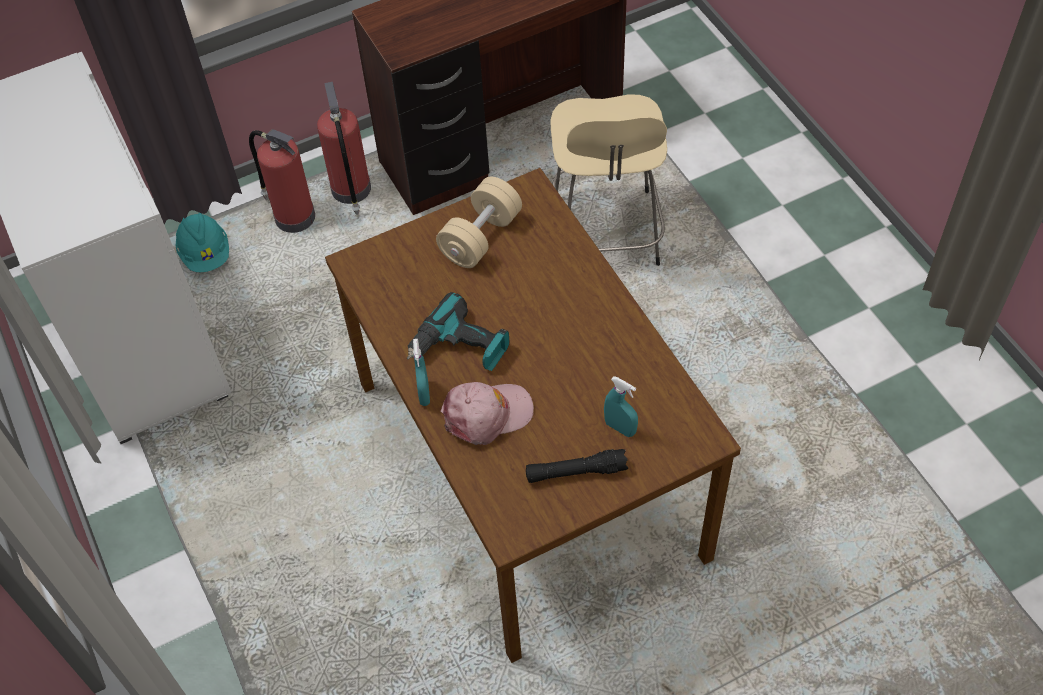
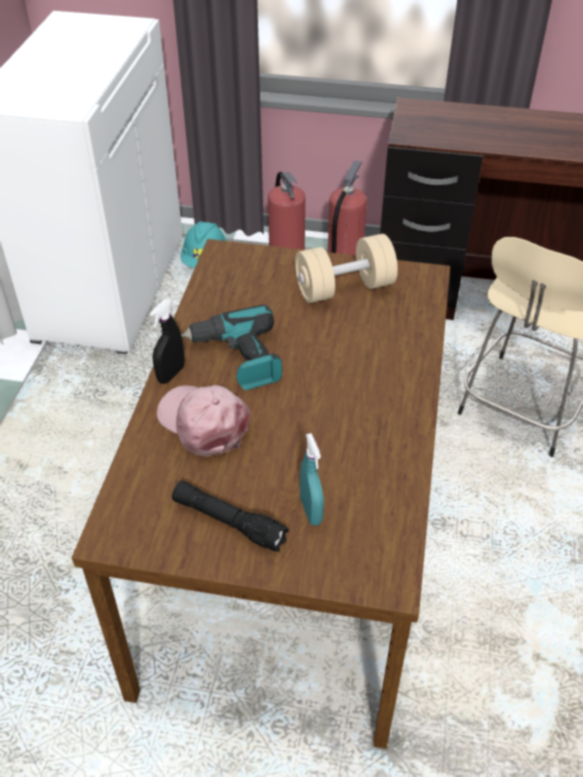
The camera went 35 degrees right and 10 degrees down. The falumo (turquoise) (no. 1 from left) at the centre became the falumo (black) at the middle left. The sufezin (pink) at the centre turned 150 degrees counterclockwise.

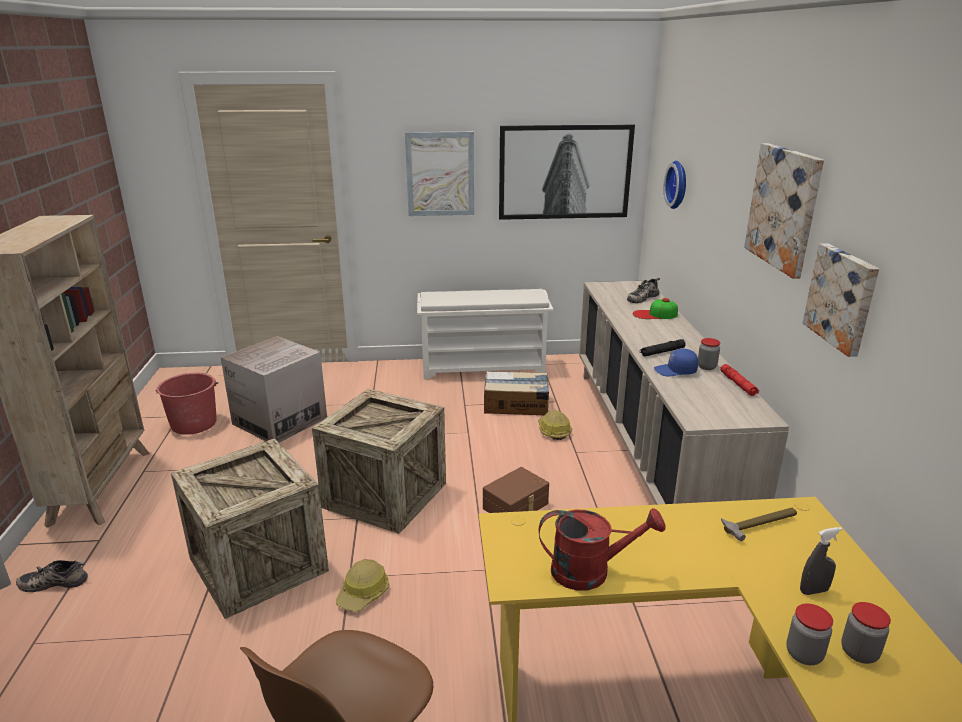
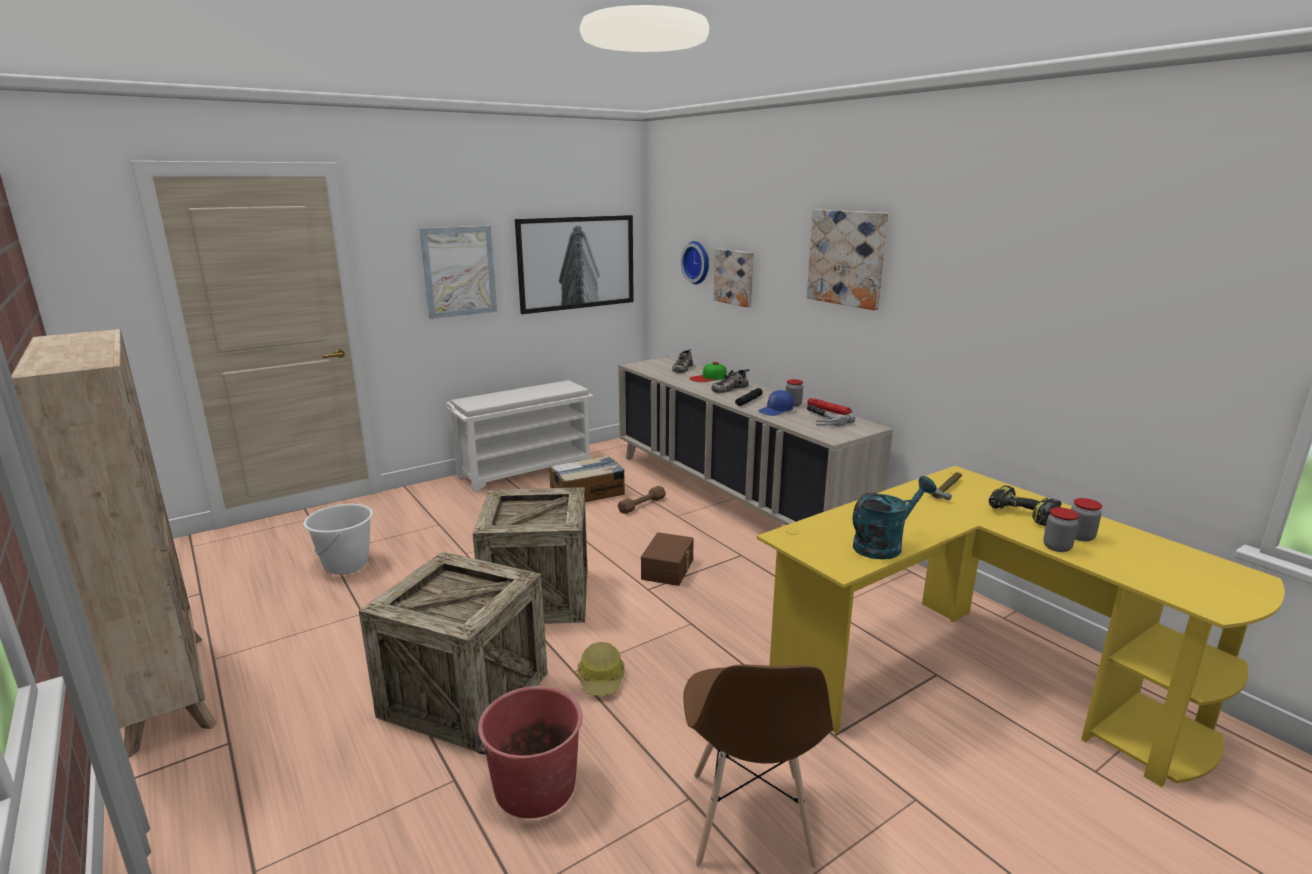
The camera went 30 degrees left and 5 degrees down. The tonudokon (no. 1 from left) at the middle left was replaced by the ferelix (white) at the middle left. The ferelix (red) moved from the middle left to the bottom centre. The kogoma (no. 2 from left) at the centre was replaced by the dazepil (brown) at the centre. The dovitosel (no. 1 from left in the first image) moved from the bottom left to the centre. The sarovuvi (no. 4 from left in the first image) moved from the middle right to the top centre. The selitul (no. 1 from left) at the centre appeared. The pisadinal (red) at the bottom centre became the pisadinal (turquoise) at the middle right. The falumo (grey) at the bottom right was replaced by the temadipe at the middle right.

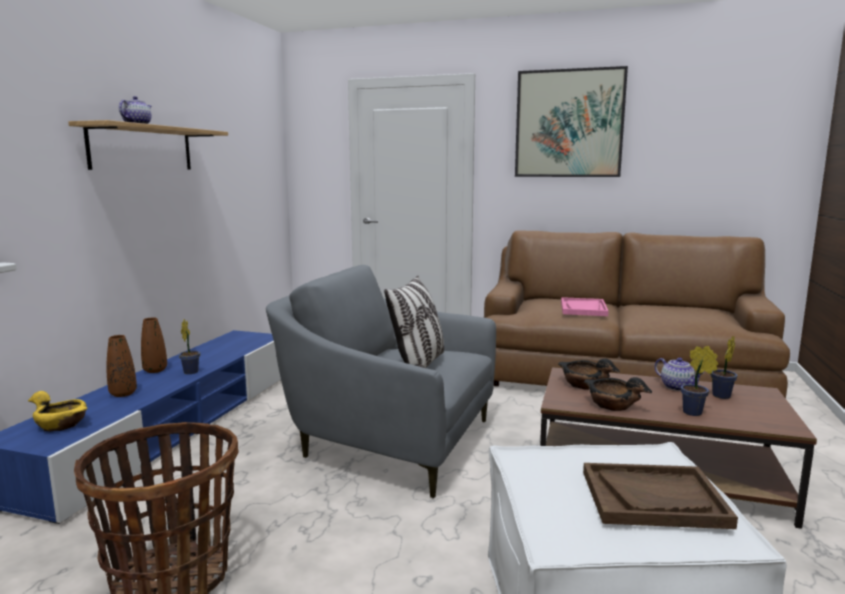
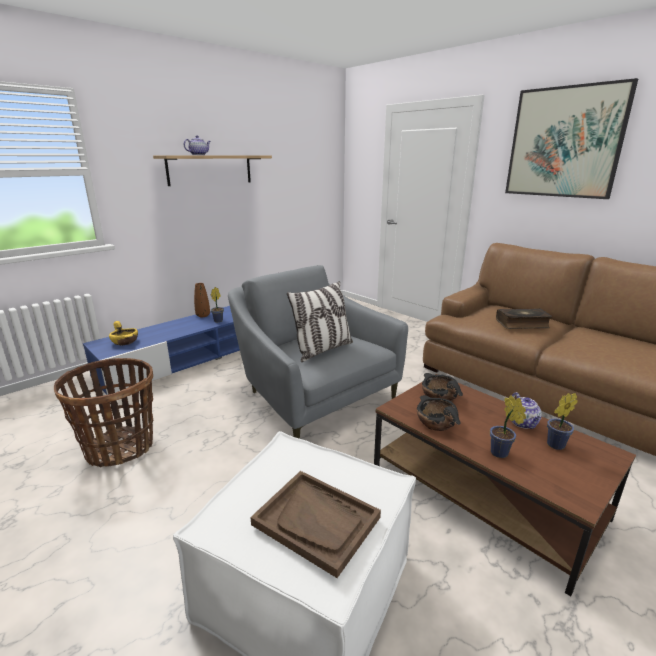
The camera went 30 degrees right and 10 degrees up. The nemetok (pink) at the middle right was replaced by the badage at the middle right. The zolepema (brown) (no. 1 from left) at the middle left disappeared.

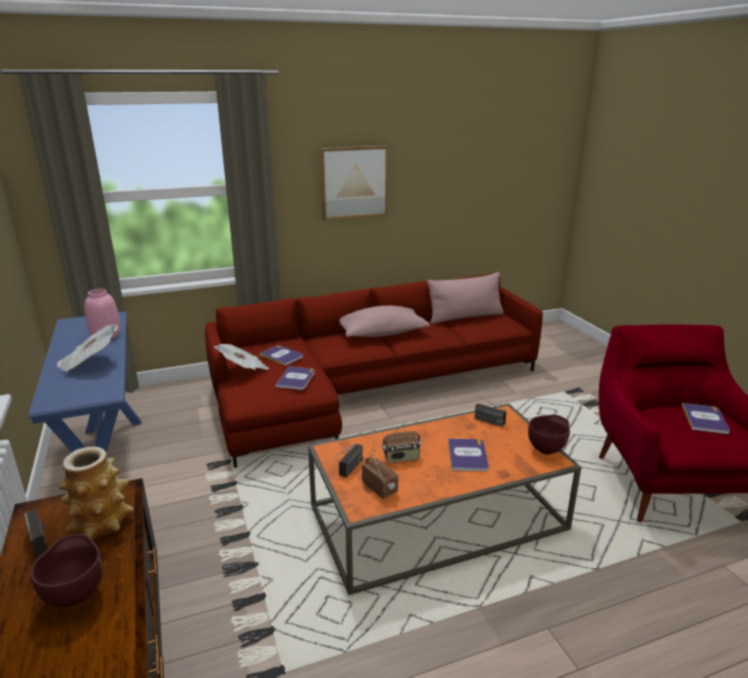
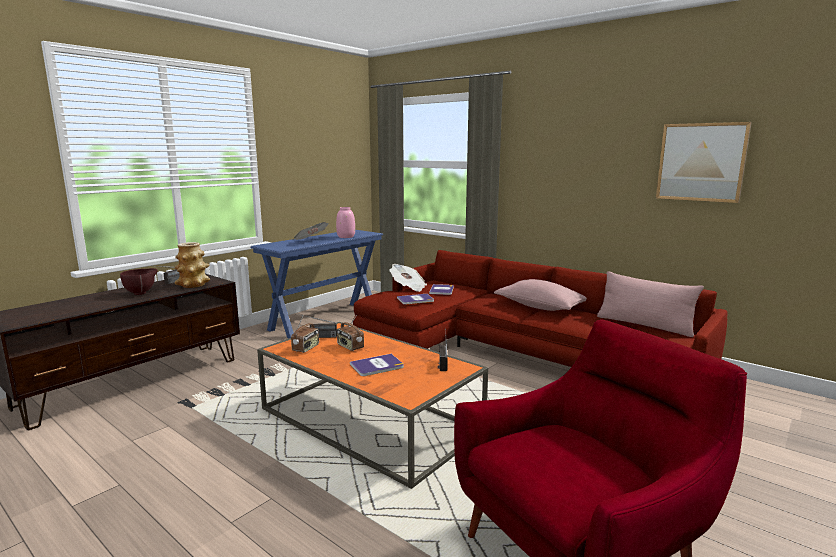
The camera went 60 degrees right and 10 degrees down. The sarovuvi moved from the top centre to the top right. The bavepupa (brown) (no. 2 from left) at the middle right disappeared. The badage (no. 4 from left) at the middle right disappeared.

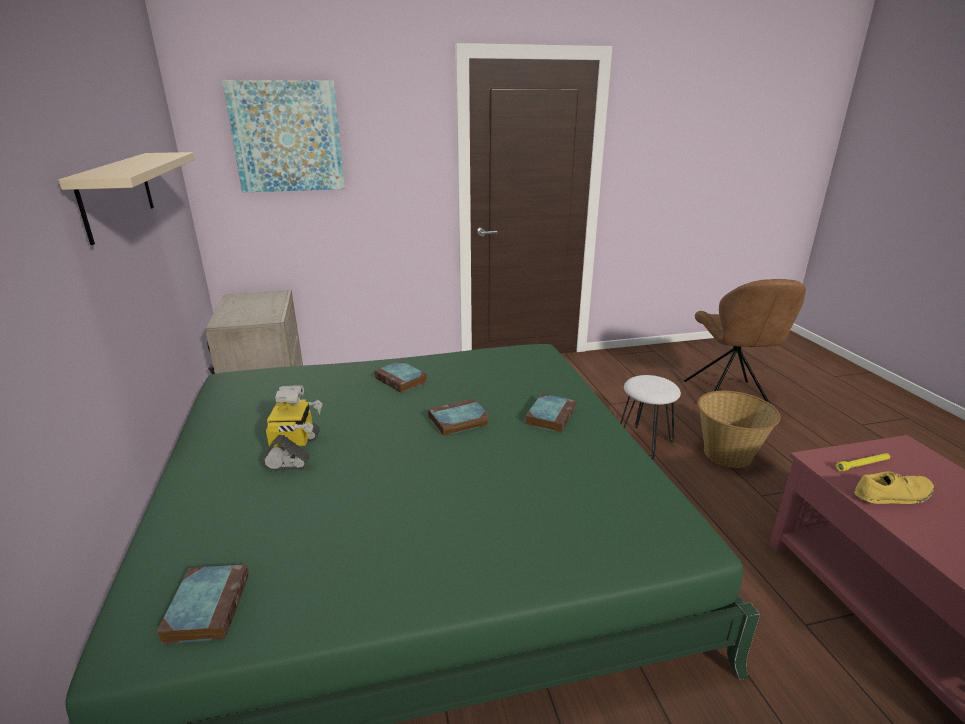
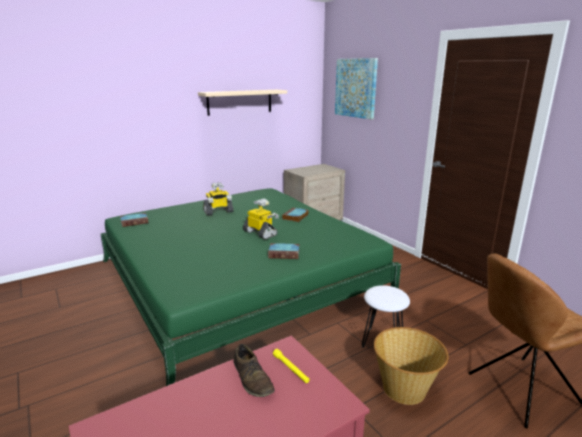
The camera went 70 degrees right and 5 degrees down. The dovitosel (yellow) at the bottom right became the dovitosel (brown) at the bottom centre. The badage (no. 3 from left) at the centre was replaced by the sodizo (no. 2 from left) at the centre.

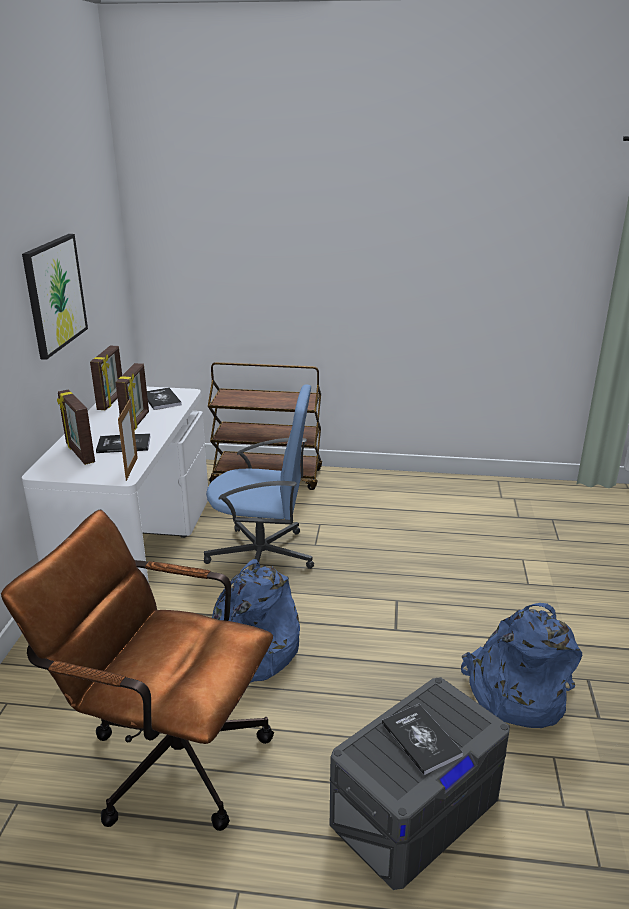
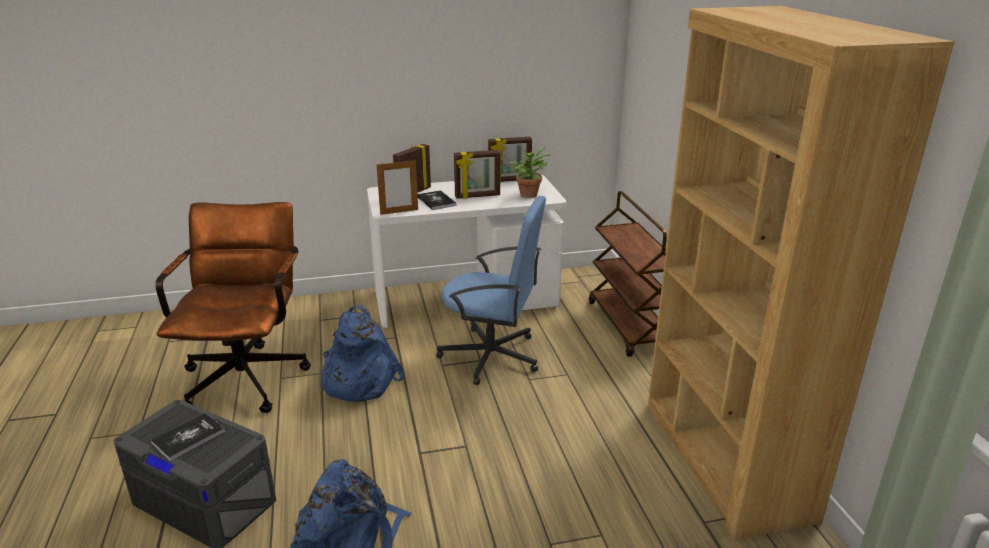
The camera went 70 degrees right and 0 degrees up. The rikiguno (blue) at the centre turned 60 degrees counterclockwise. The badage (no. 2 from left) at the middle left was replaced by the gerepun at the top centre. The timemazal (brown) at the middle right appeared. The sarovuvi at the top left disappeared.

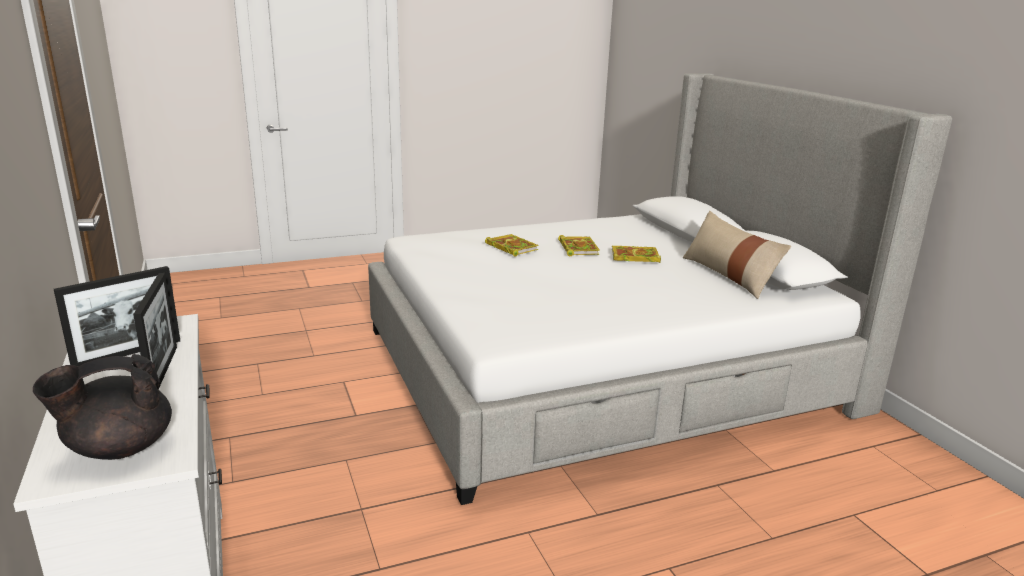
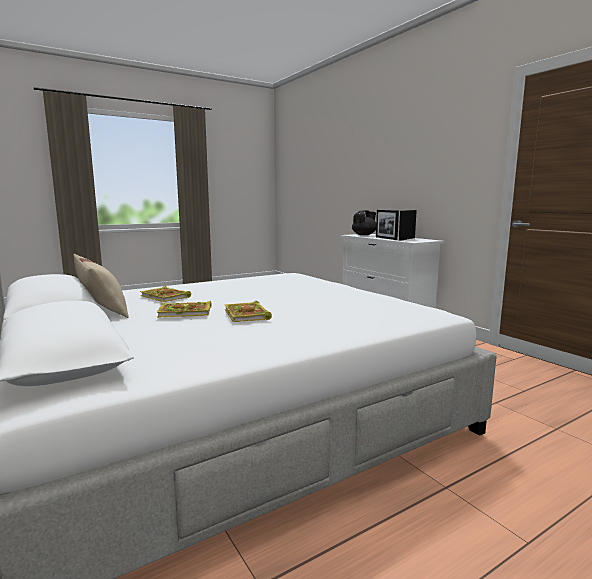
The camera went 170 degrees right and 10 degrees down. The badage (no. 1 from left) moved from the centre to the middle left.

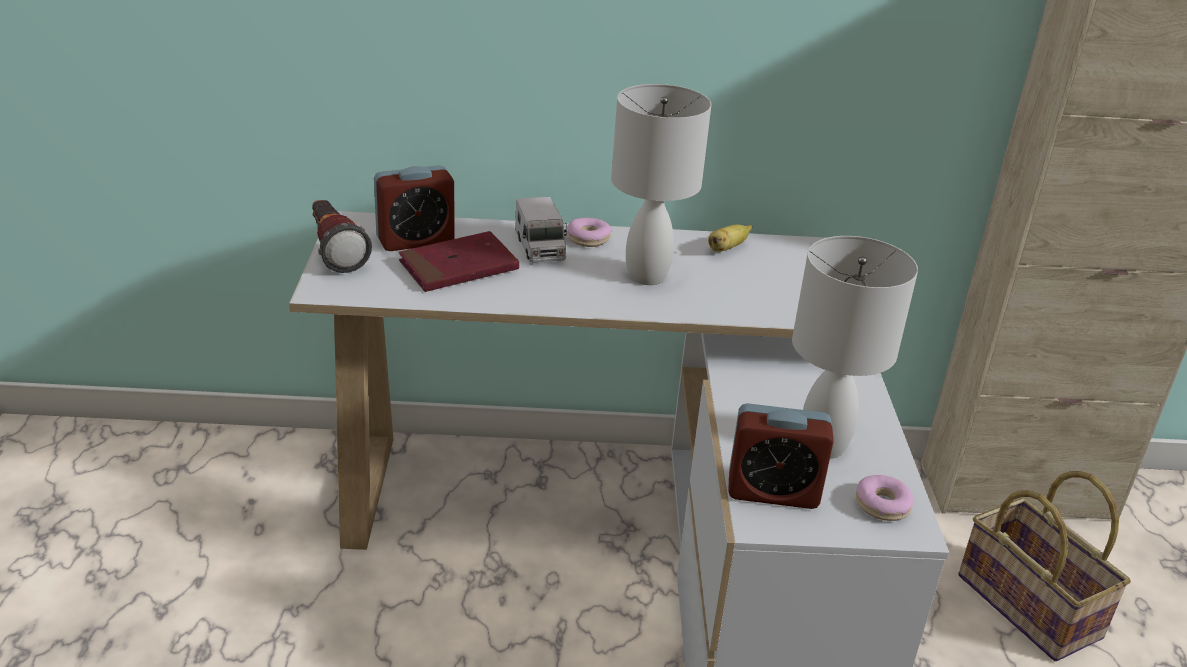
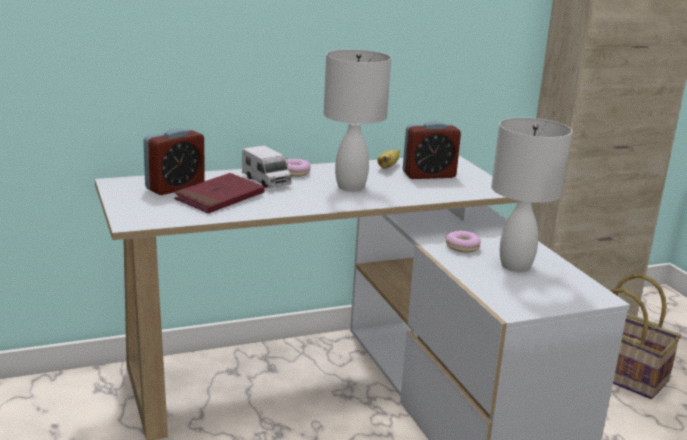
The camera went 20 degrees left and 10 degrees down. The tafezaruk (no. 2 from left) moved from the bottom centre to the centre. The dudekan (no. 2 from left) moved from the bottom right to the middle right. The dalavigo at the middle left disappeared.

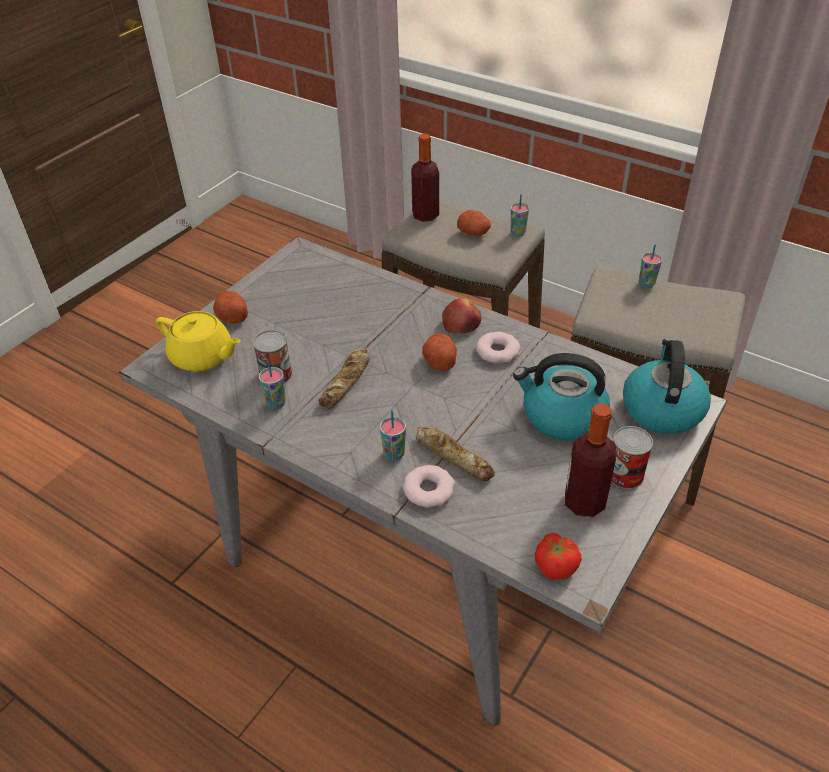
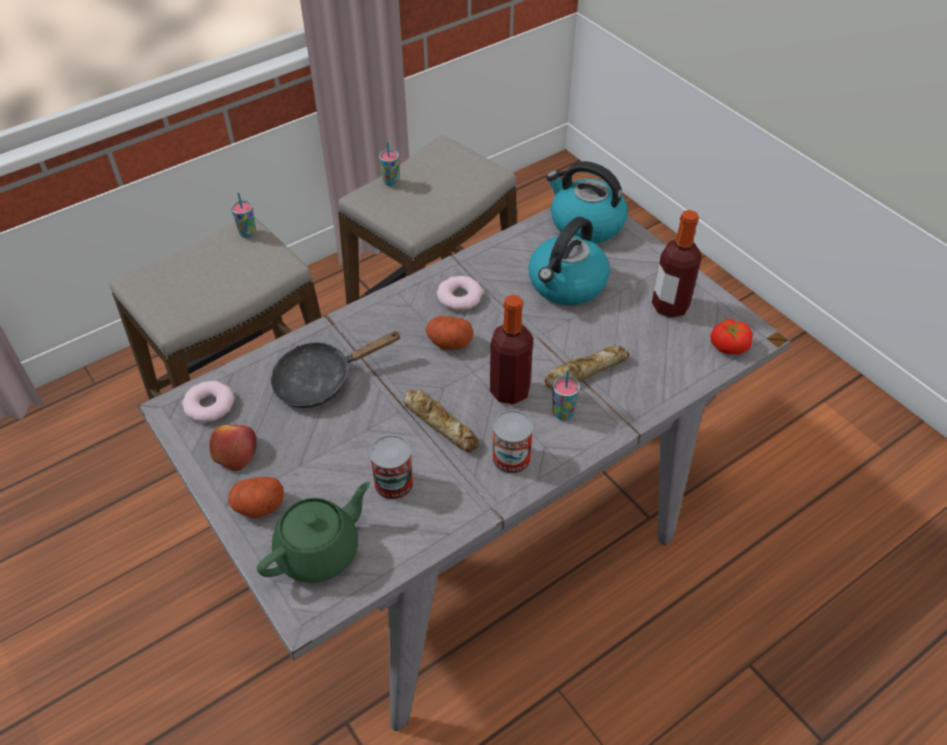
The camera went 70 degrees left and 5 degrees up. The dudekan (no. 1 from left) moved from the centre to the middle left. The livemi moved from the centre to the middle left. The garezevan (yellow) at the middle left became the garezevan (green) at the bottom left. The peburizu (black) at the centre appeared. The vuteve (no. 1 from left) moved from the top centre to the centre. The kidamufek (no. 2 from left) moved from the middle right to the centre. The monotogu (no. 1 from left) at the middle left disappeared. The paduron (no. 3 from left) at the top centre disappeared.

